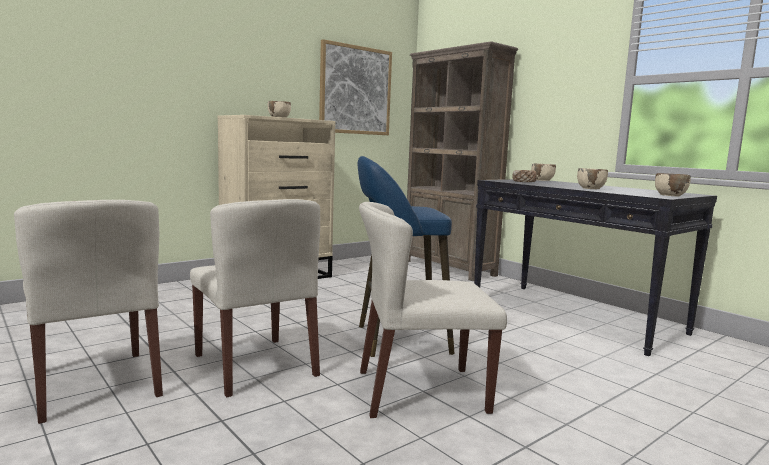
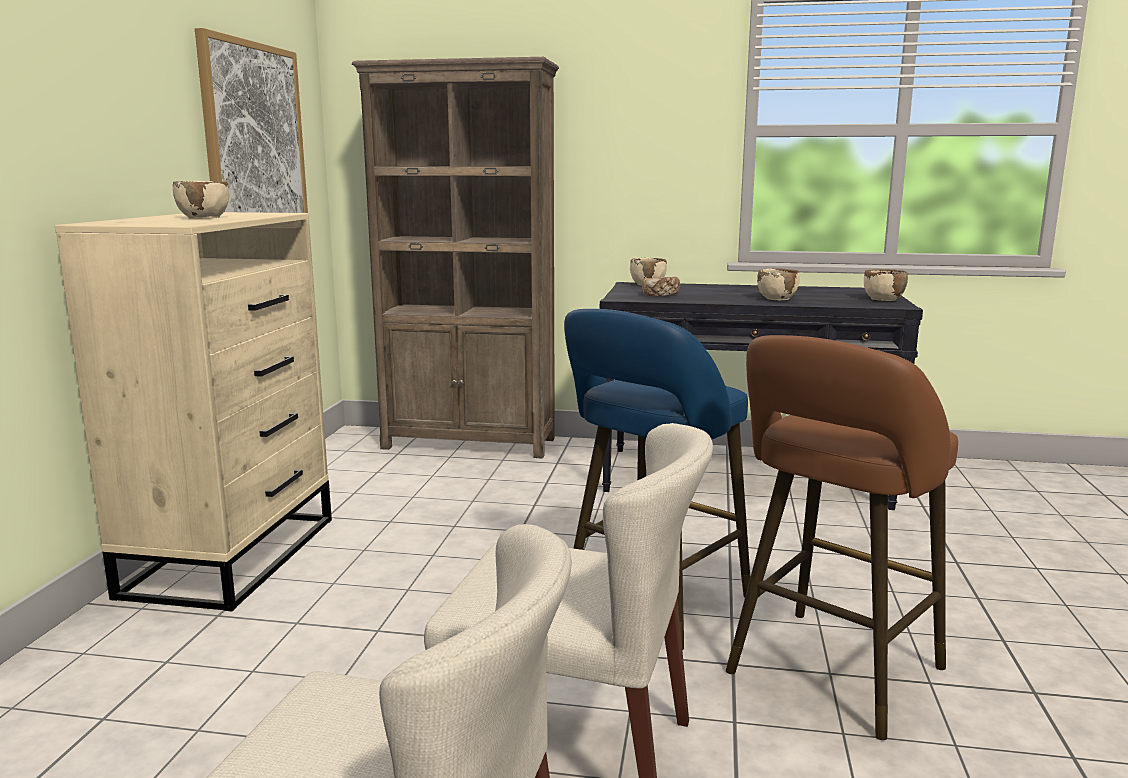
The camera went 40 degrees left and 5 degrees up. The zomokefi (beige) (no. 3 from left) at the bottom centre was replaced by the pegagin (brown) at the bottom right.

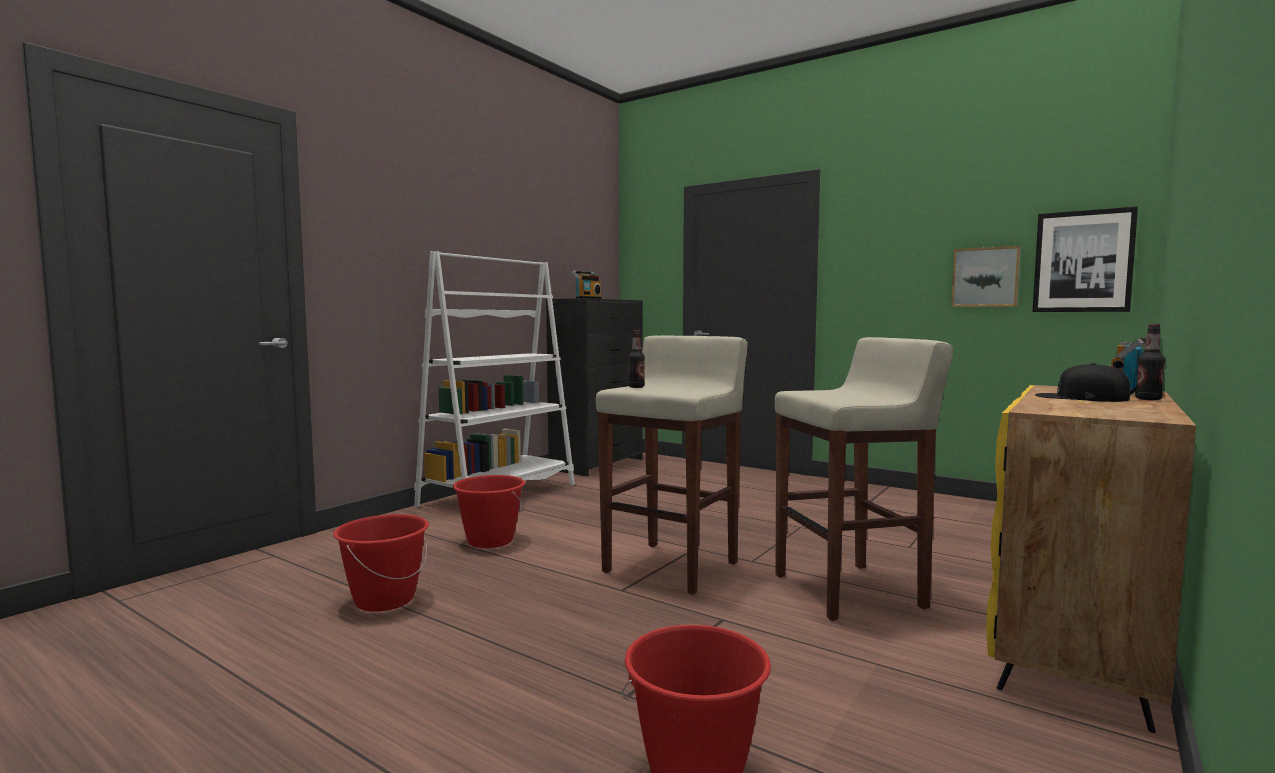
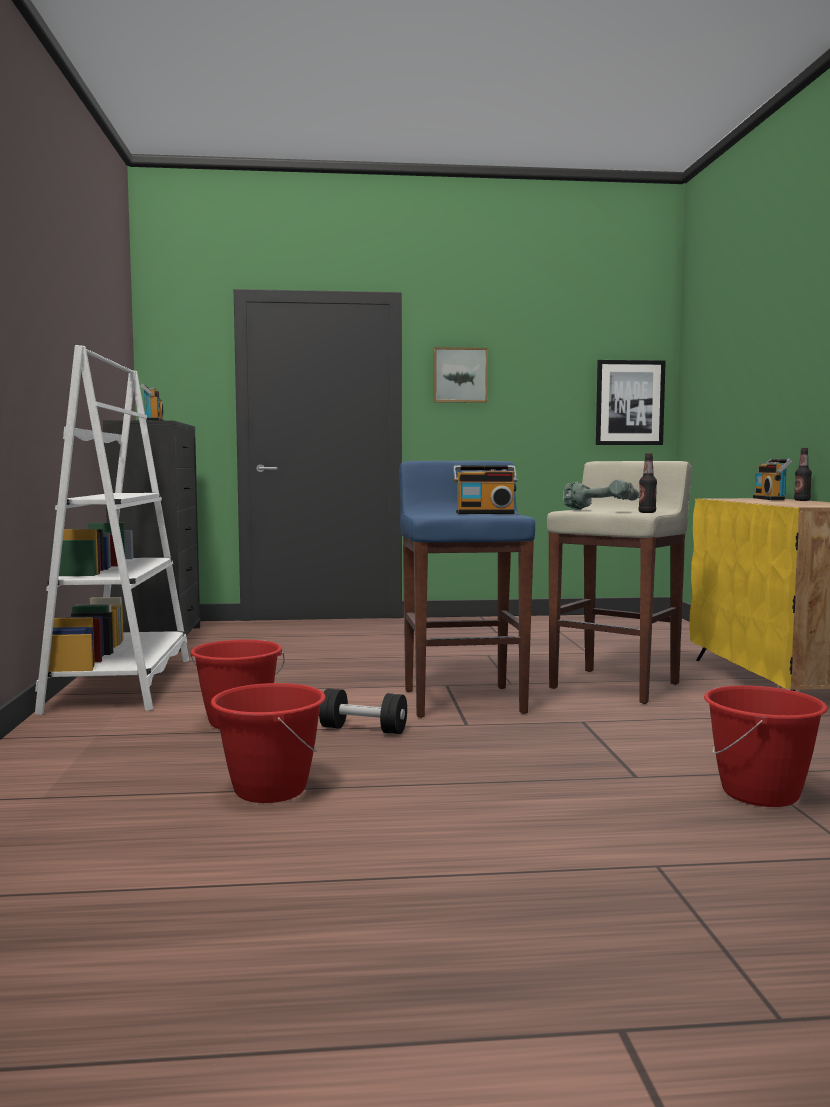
The camera went 40 degrees left and 0 degrees up. The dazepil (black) at the centre appeared. The pegagin (beige) (no. 1 from left) at the centre became the pegagin (blue) at the centre. The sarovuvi (no. 1 from left) moved from the middle right to the centre. The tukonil (no. 2 from left) at the centre appeared. The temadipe at the middle right appeared. The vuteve (no. 1 from left) moved from the centre to the middle right. The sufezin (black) at the middle right disappeared.

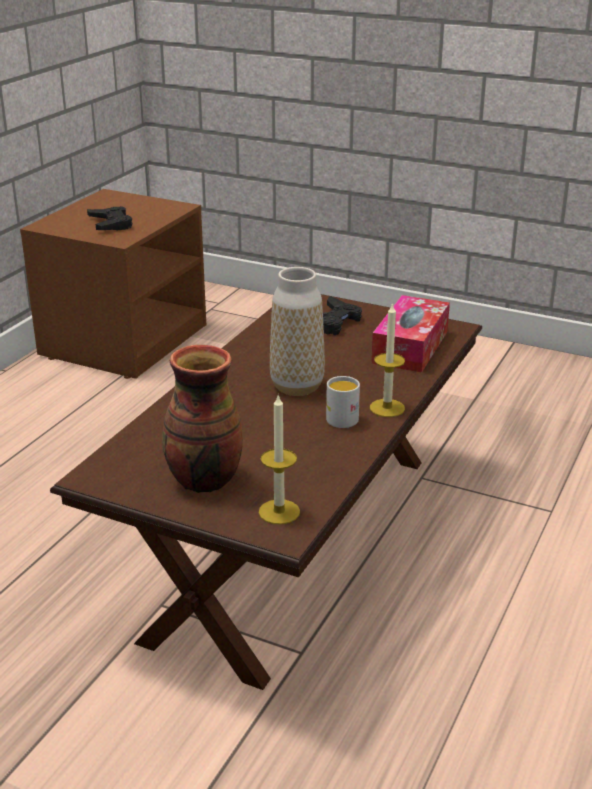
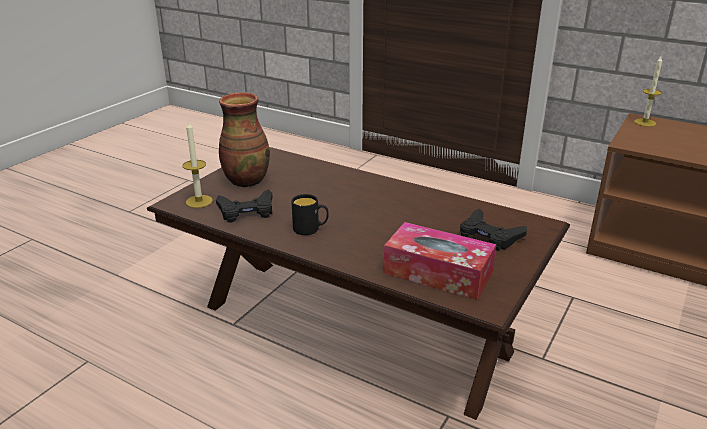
The camera went 95 degrees right and 0 degrees up. The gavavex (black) (no. 1 from left) moved from the top left to the centre. The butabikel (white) at the centre became the butabikel (black) at the centre. The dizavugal (no. 2 from left) moved from the centre to the top right. The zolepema (no. 2 from left) at the centre disappeared.

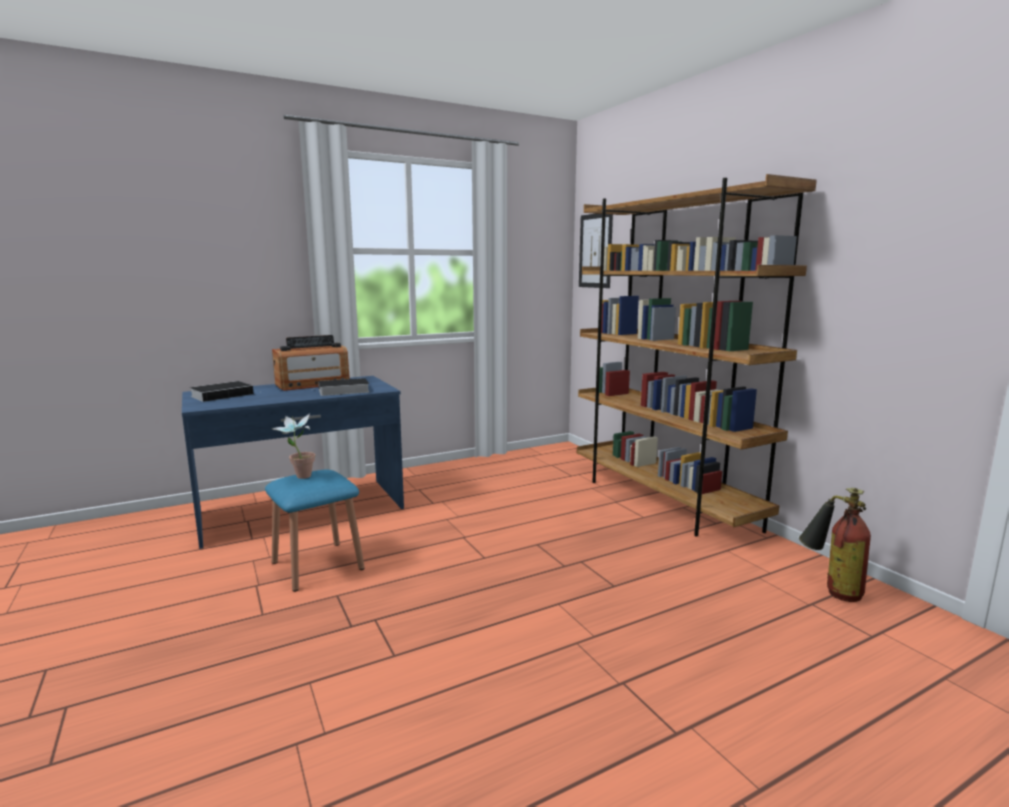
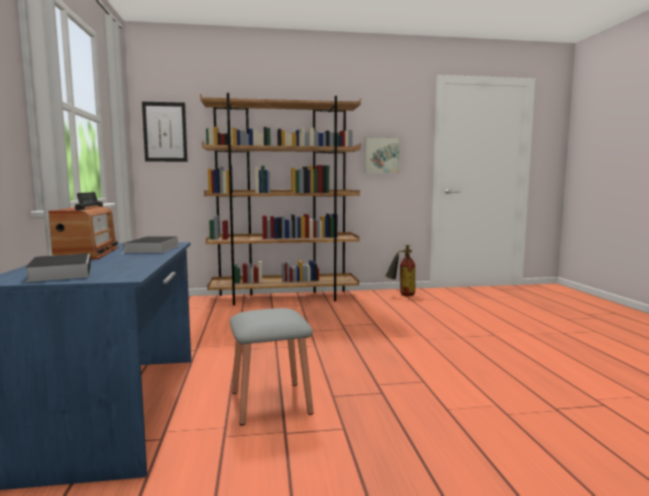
The camera went 70 degrees left and 5 degrees down. The pegagin (blue) at the middle left became the pegagin (grey) at the bottom centre. The sarovuvi (no. 2 from left) at the top centre appeared. The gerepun at the middle left disappeared.

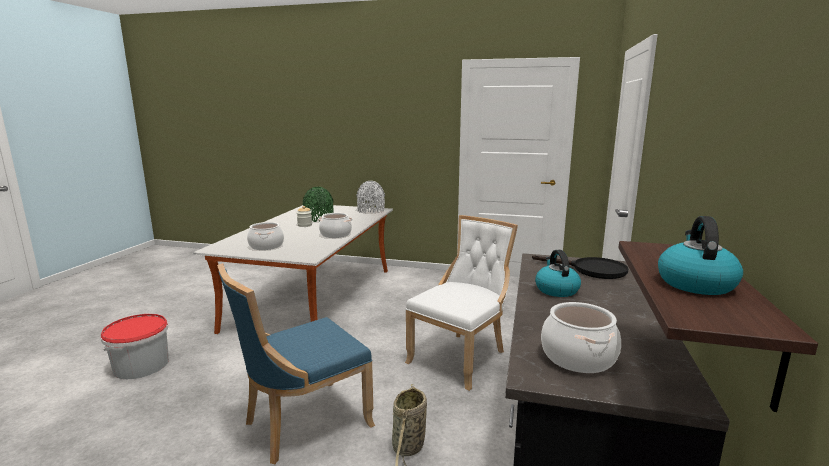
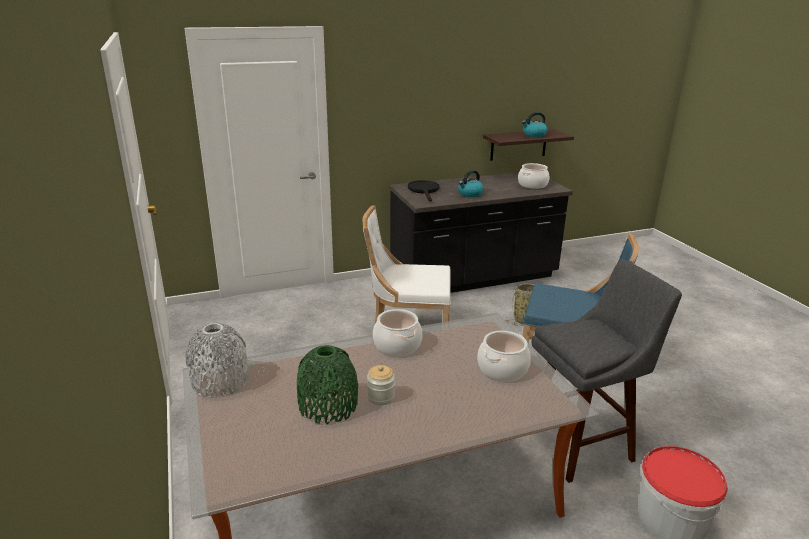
The camera went 125 degrees left and 10 degrees up. The pegagin (grey) at the bottom right appeared.

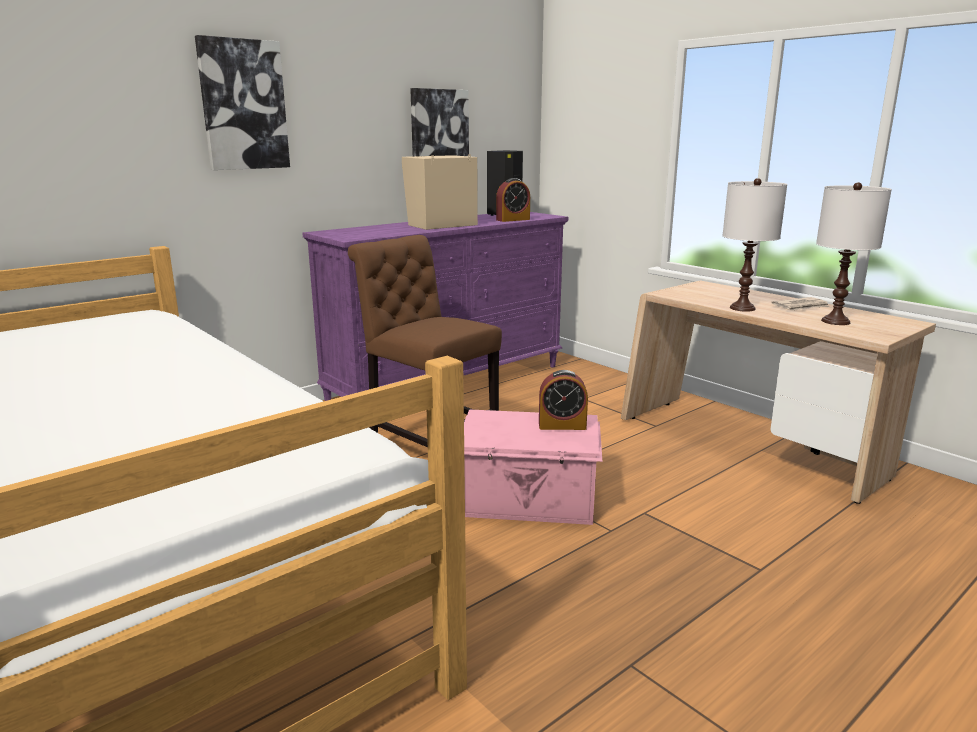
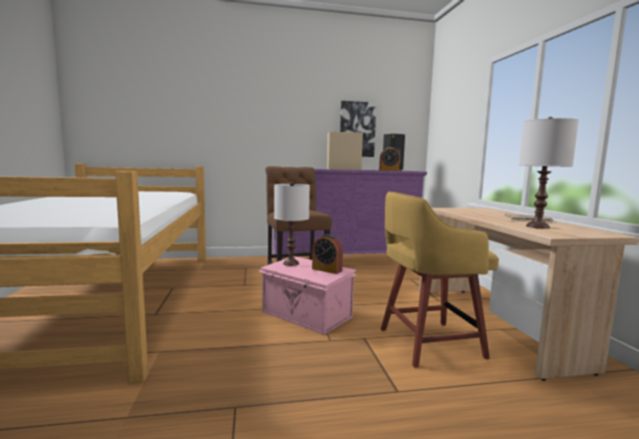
The camera went 30 degrees right and 10 degrees down. The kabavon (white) (no. 1 from left) moved from the middle right to the centre. The pegagin (yellow) at the middle right appeared. The sarovuvi (no. 1 from left) at the top left disappeared.

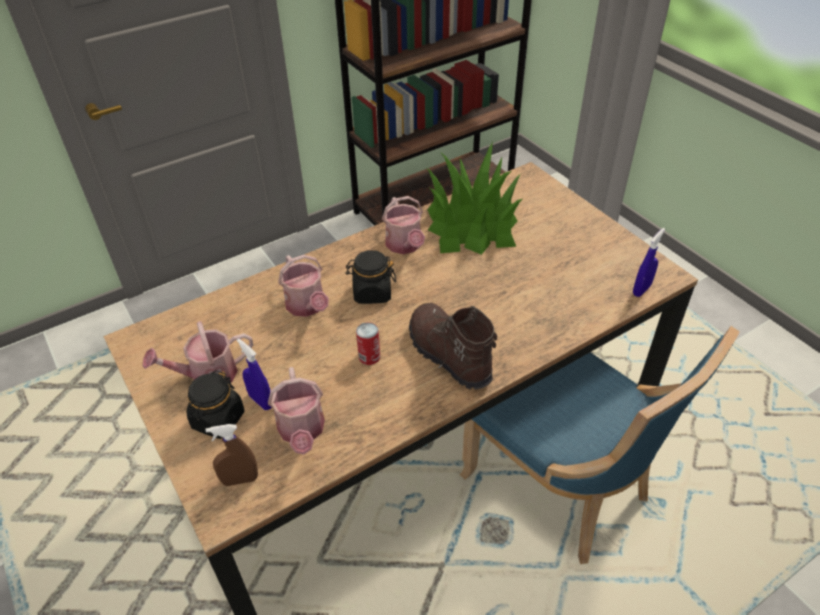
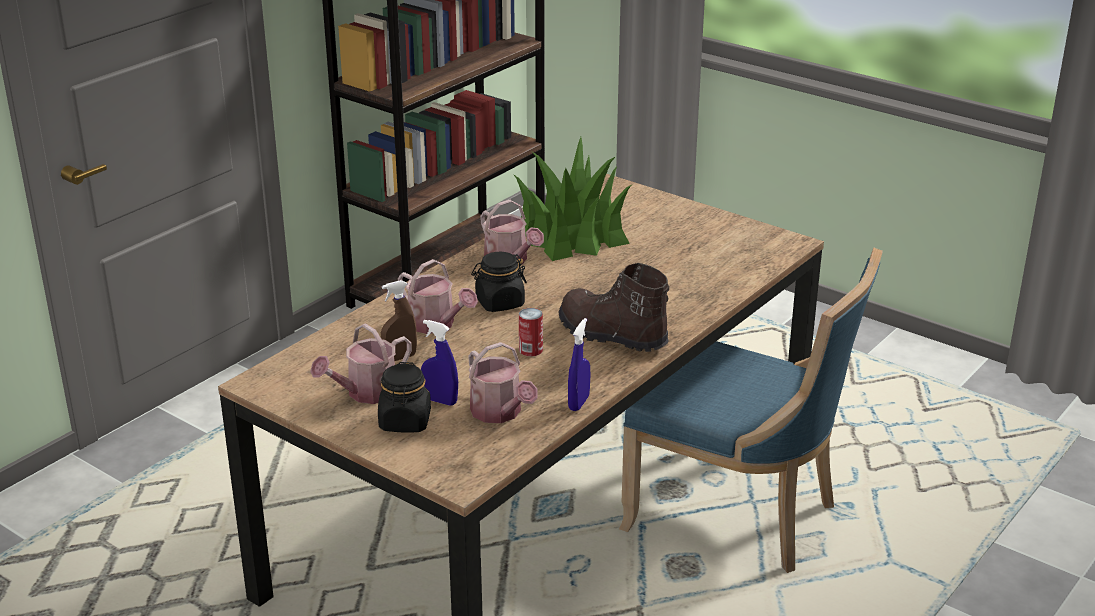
The camera went 20 degrees left and 15 degrees down. The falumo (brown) moved from the bottom left to the centre. The falumo (blue) (no. 2 from left) moved from the middle right to the centre.

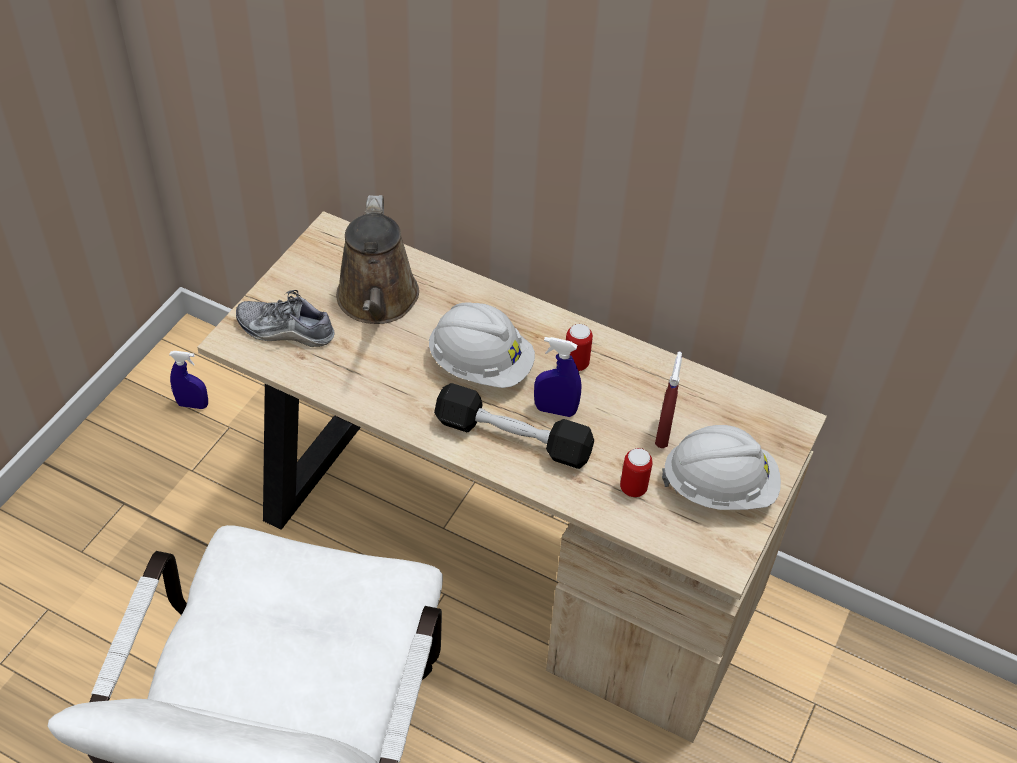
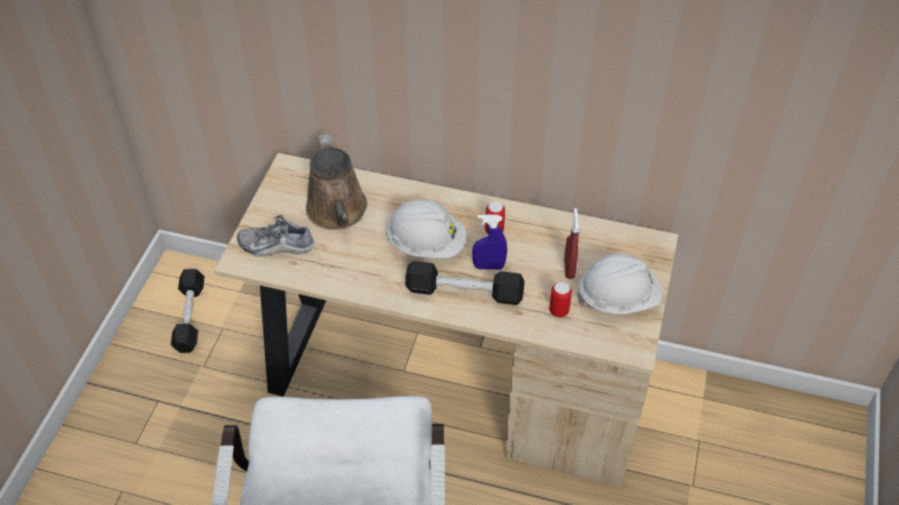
The camera went 10 degrees left and 0 degrees up. The falumo (blue) (no. 1 from left) at the middle left was replaced by the dazepil (black) (no. 1 from left) at the middle left.

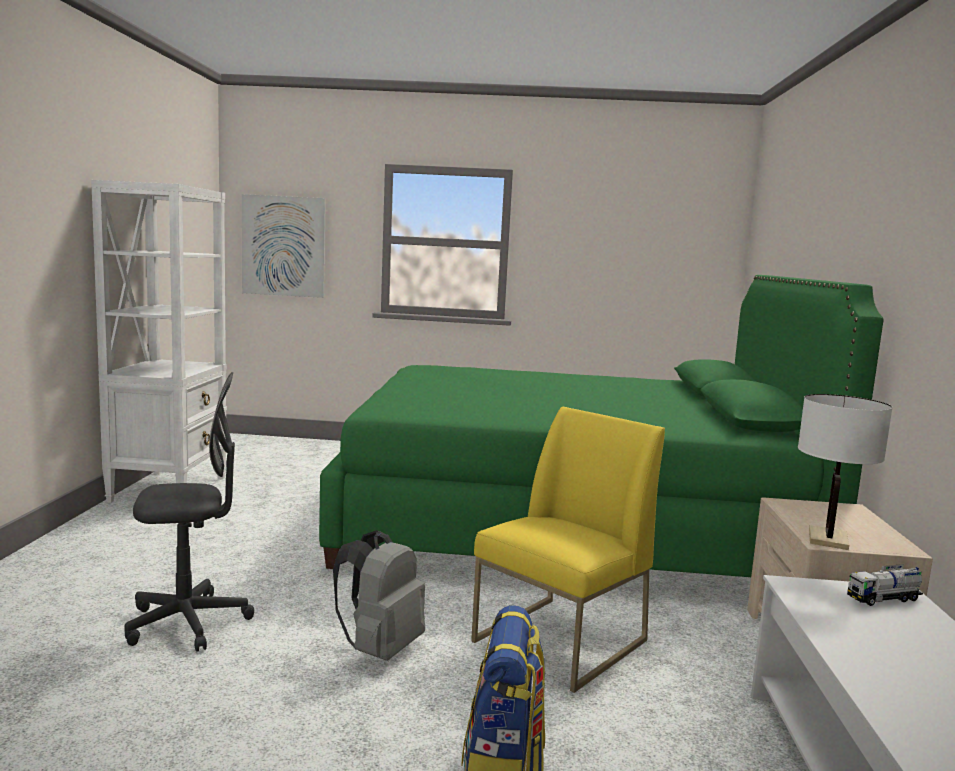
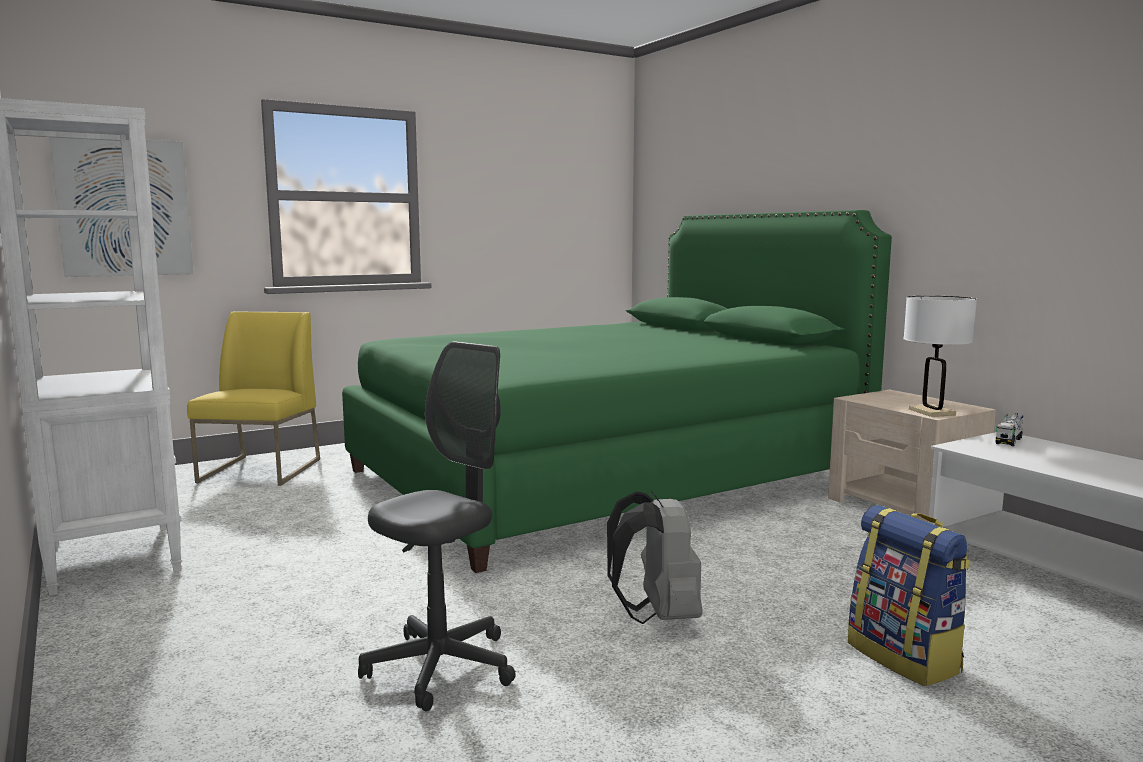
The camera went 35 degrees left and 0 degrees up. The zomokefi (yellow) moved from the bottom centre to the middle left.

